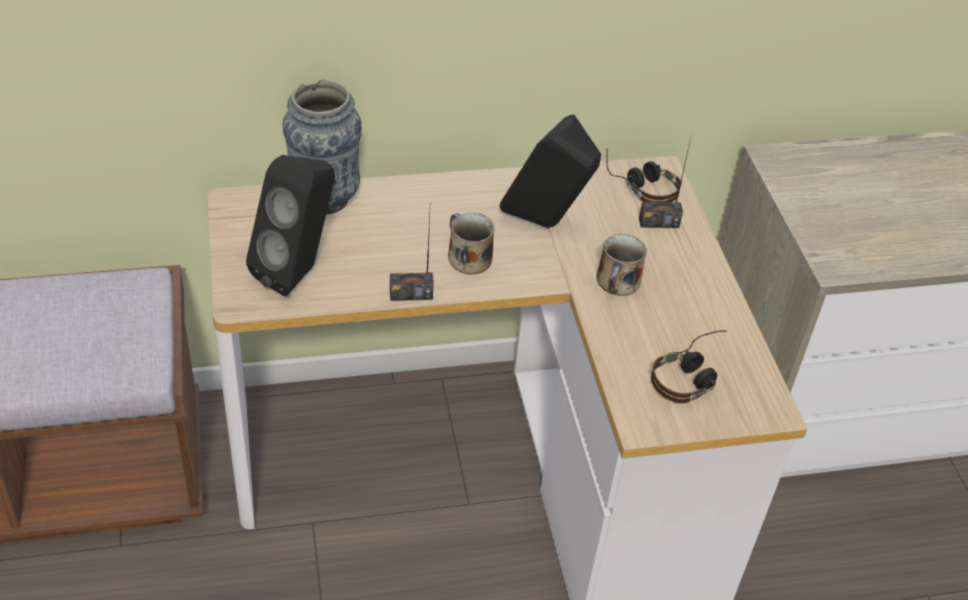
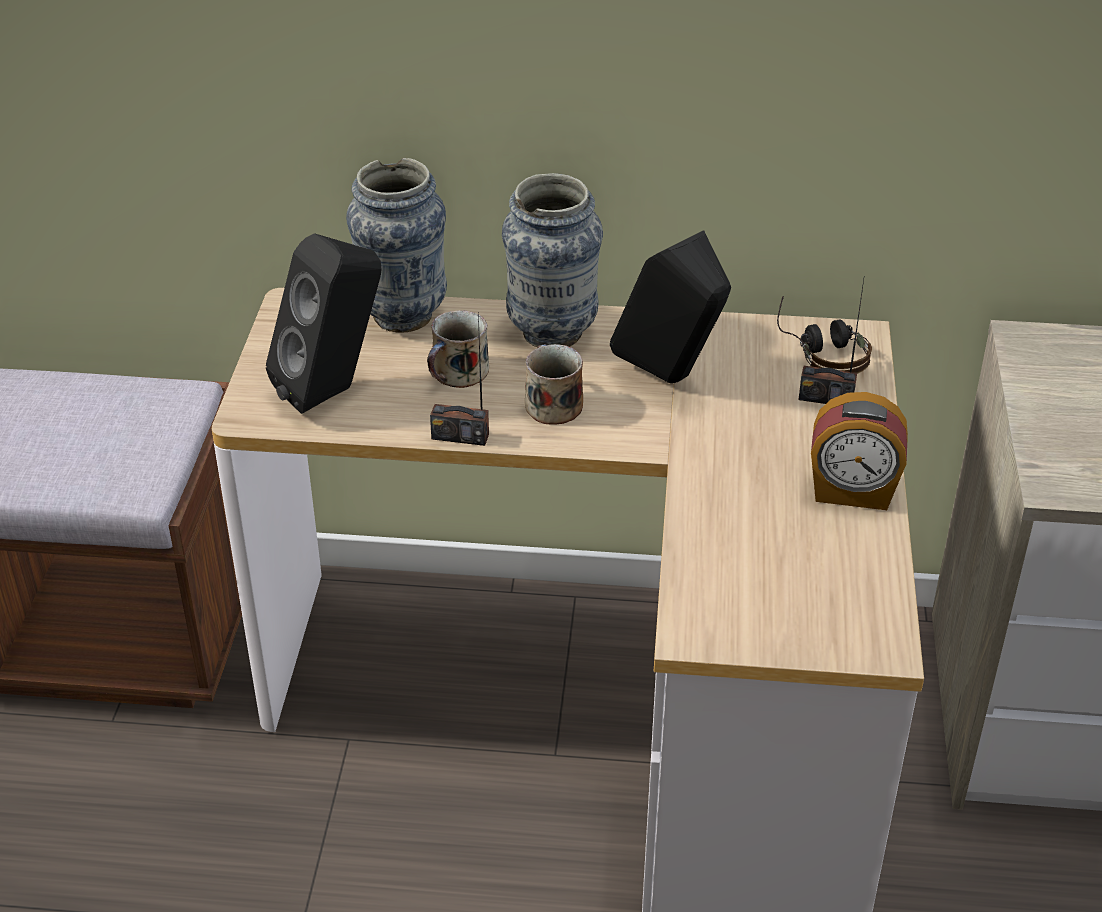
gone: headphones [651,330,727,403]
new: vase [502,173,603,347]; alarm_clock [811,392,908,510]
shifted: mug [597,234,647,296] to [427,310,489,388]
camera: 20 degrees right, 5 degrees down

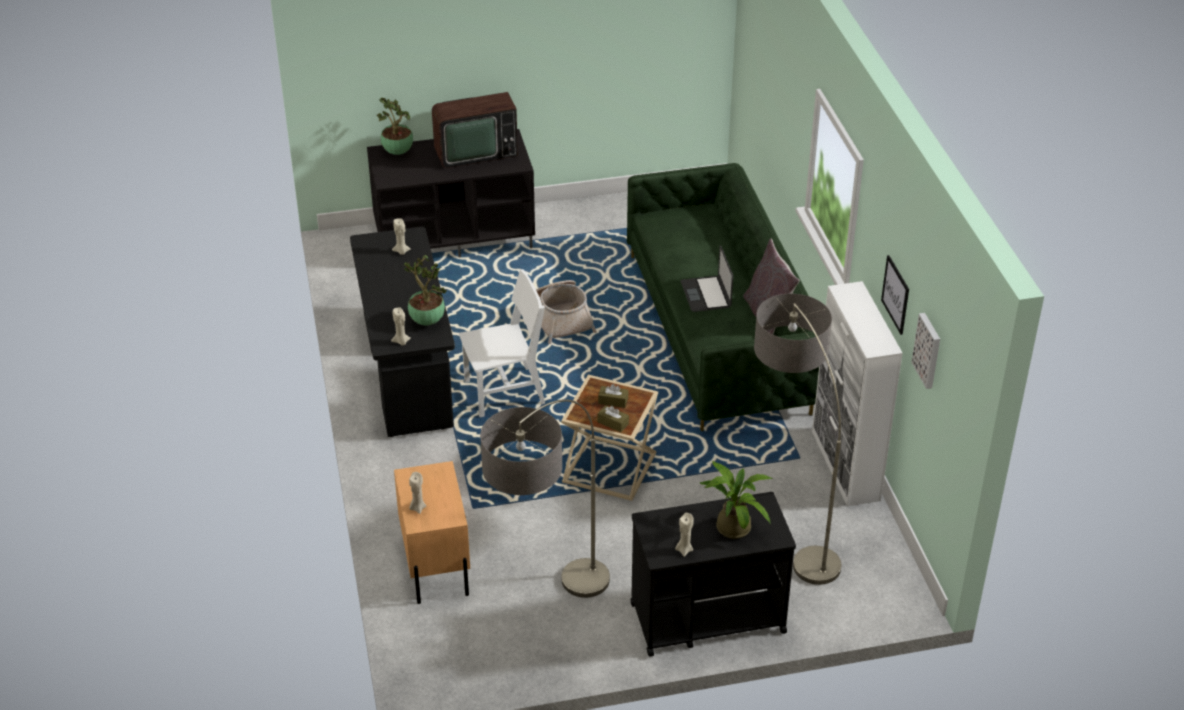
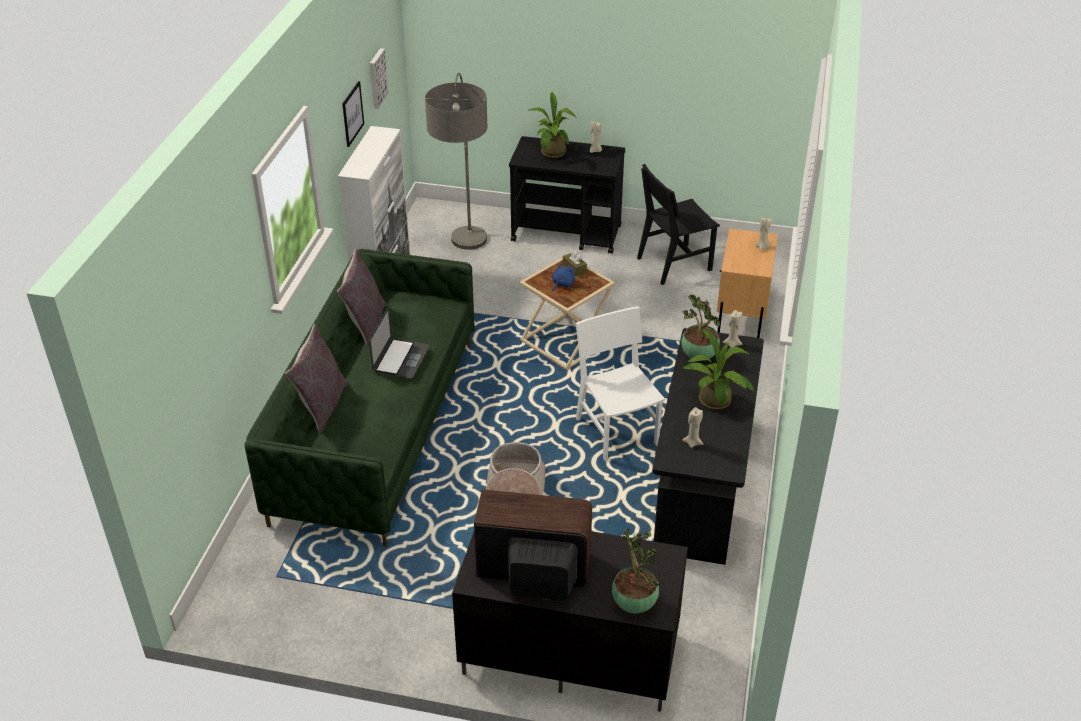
new: grey_pillow [285,324,348,434]; potted_plant [683,329,755,410]
swapped: brown_tissue_box [598,384,628,408] to blue_plush_toy [552,262,575,292]; floor_lamp [480,399,610,598] to black_chair [637,164,720,285]
rotated: white_chair [459,269,545,417] = [576,306,665,461] 60 degrees clockwise
camera: 155 degrees left, 0 degrees up

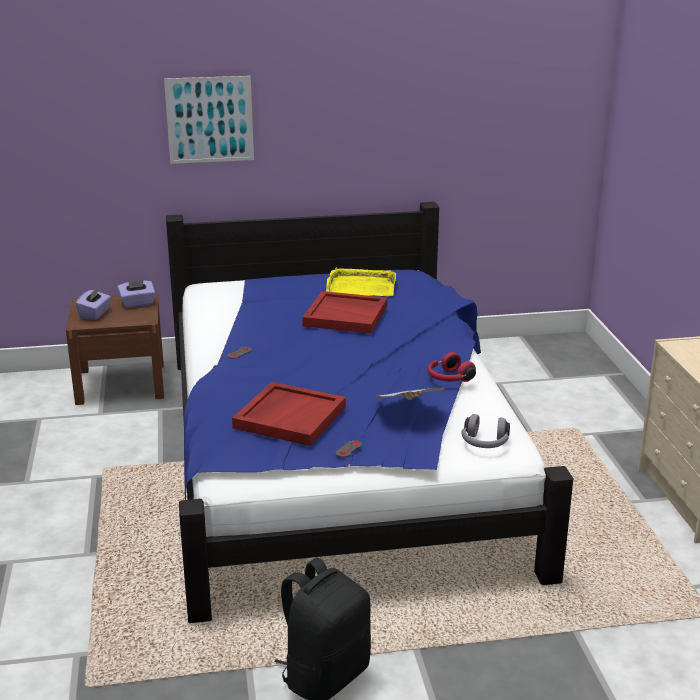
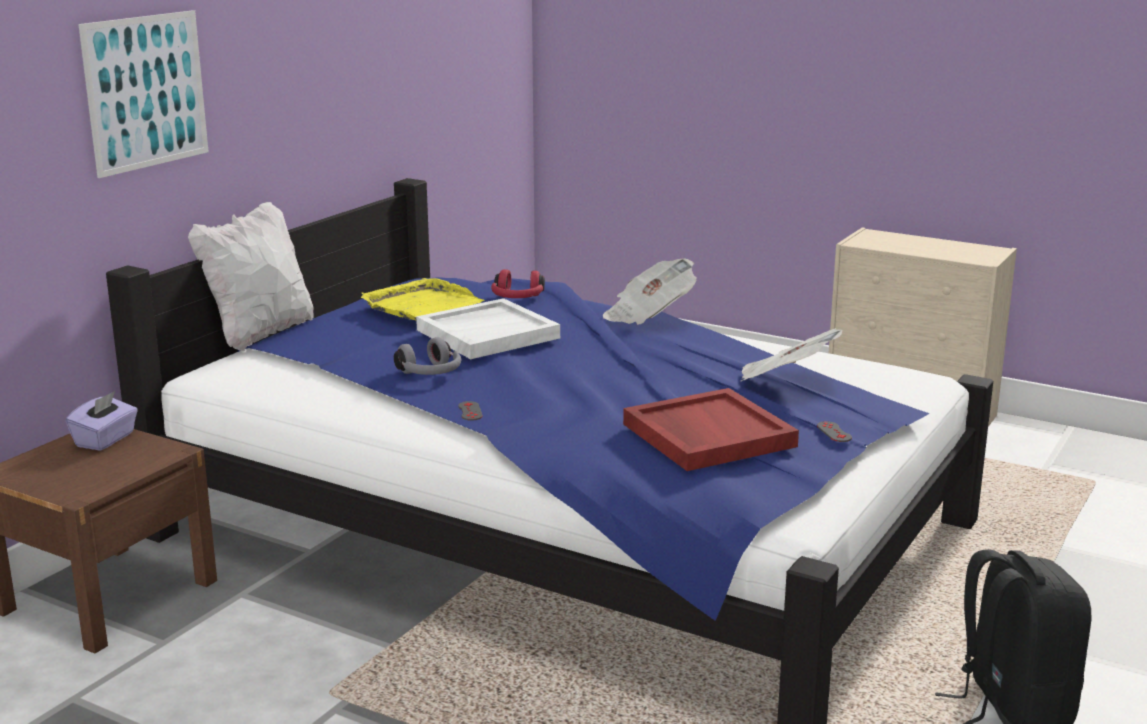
gone: purple_tissue_box [76,288,111,320]
new: white_pillow [188,202,314,352]; newspaper [603,259,696,325]
shifted: red_headphones [428,352,476,382] to [491,269,545,298]; grey_headphones [461,414,510,448] to [394,337,461,375]
repainted: red_tray [302,291,387,334] to white_tray [416,298,560,359]
camera: 50 degrees left, 5 degrees down

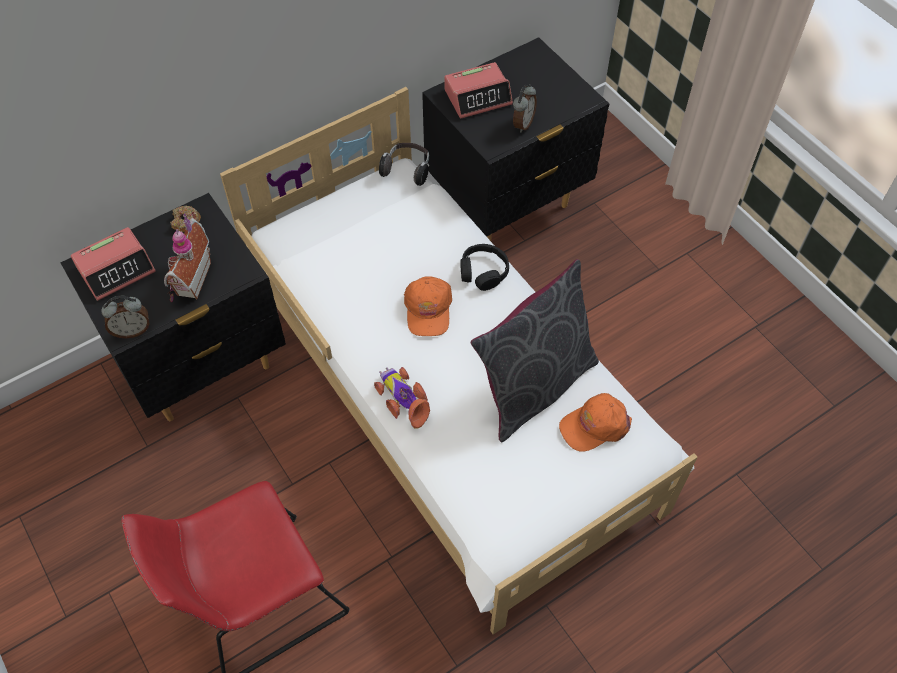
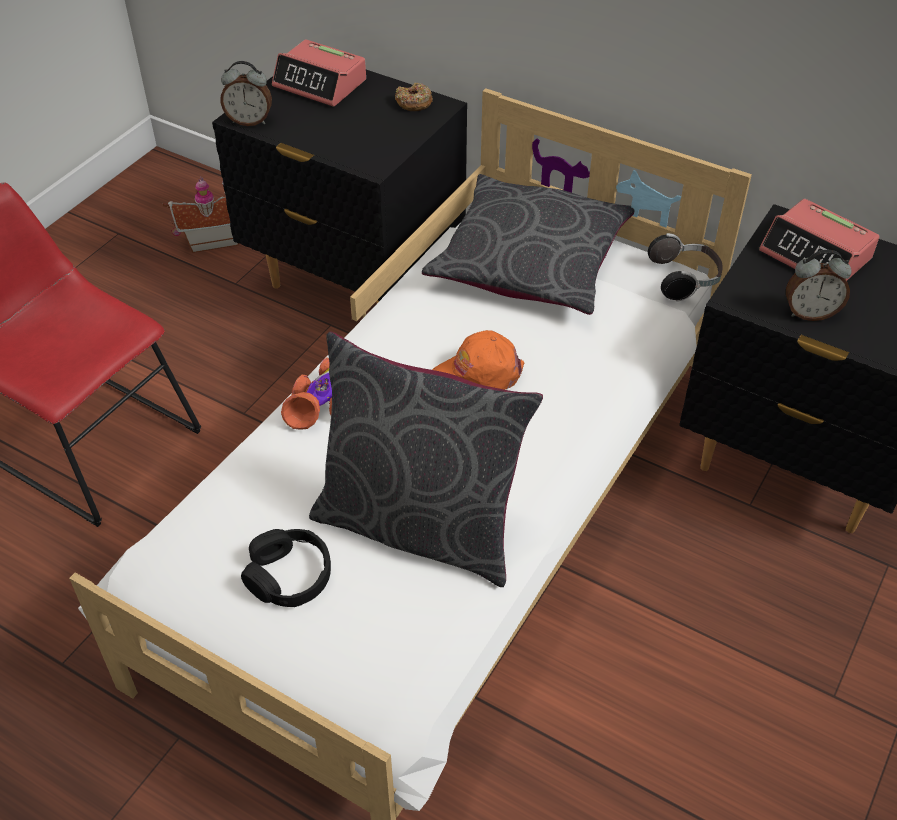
gone: orange_cap [559,393,632,452]
new: grey_pillow [422,174,634,315]
shifted: toy_house [164,212,211,302] to [163,176,239,253]; black_headphones [460,244,509,291] to [241,529,331,607]
rotated: alarm_clock [101,296,149,338] = [220,61,272,126] 45 degrees counterclockwise
camera: 65 degrees right, 10 degrees down

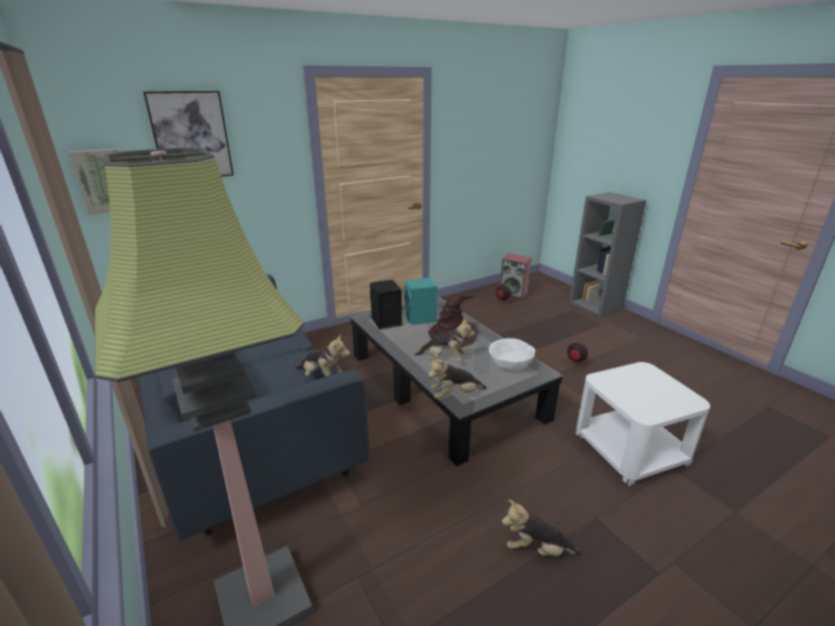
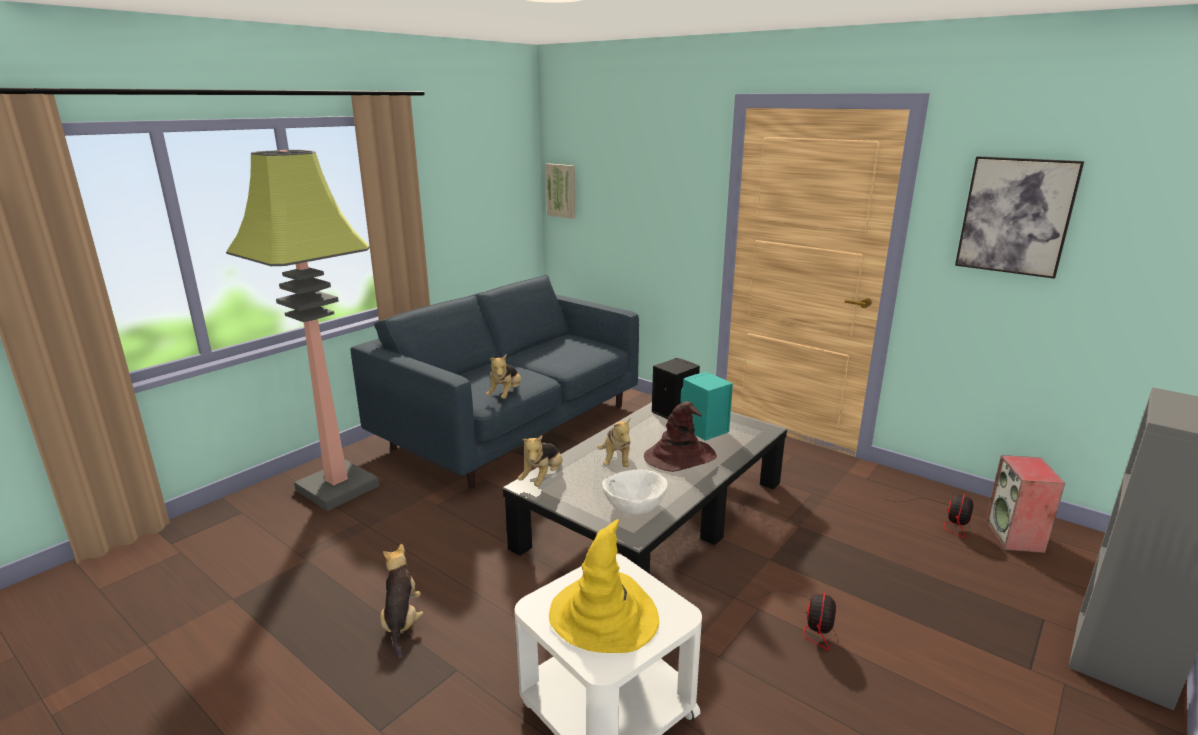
new: yellow_hat [549,519,659,653]
shifted: picture [143,91,234,177] to [955,156,1084,279]
rotated: plush_toy [428,357,487,399] = [518,435,563,486] 120 degrees counterclockwise
camera: 70 degrees right, 5 degrees down

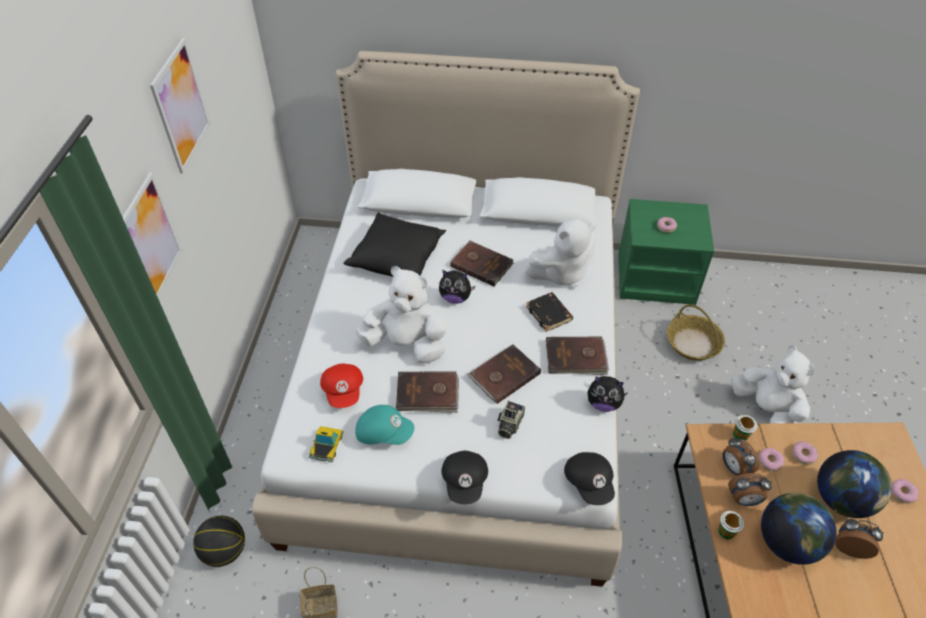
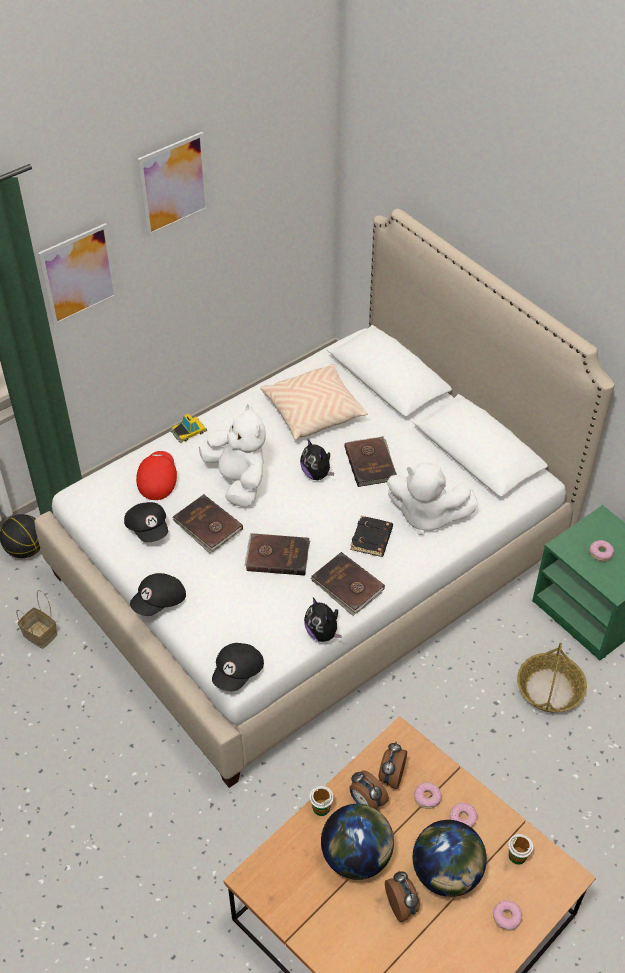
gone: white_plush_toy [731,345,815,423]; photo_camera [497,401,525,439]
shifted: cup [733,415,757,441] to [508,834,533,865]; toy_car [309,426,344,462] to [170,414,207,443]
repainted: black_pillow [343,213,446,277] to beige_pillow [260,364,368,440]; turquoise_cap [355,405,414,445] to black_cap [124,502,168,542]
rotated: red_cap [320,364,363,408] = [136,451,177,500] 150 degrees clockwise
camera: 45 degrees right, 0 degrees up

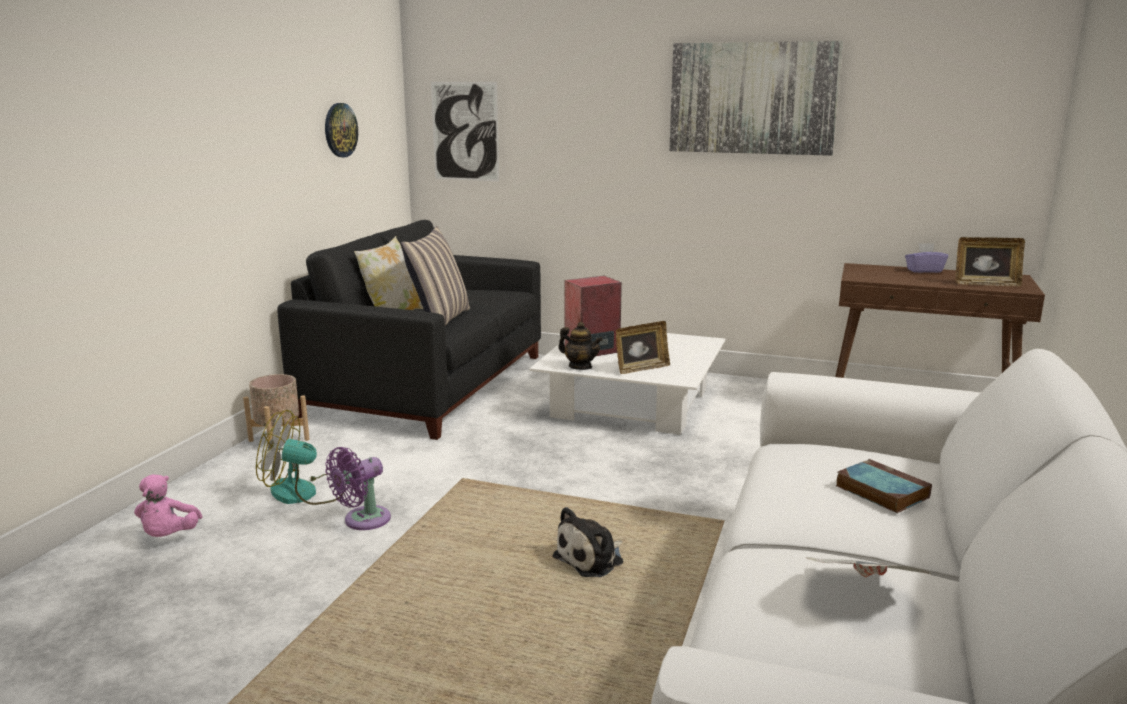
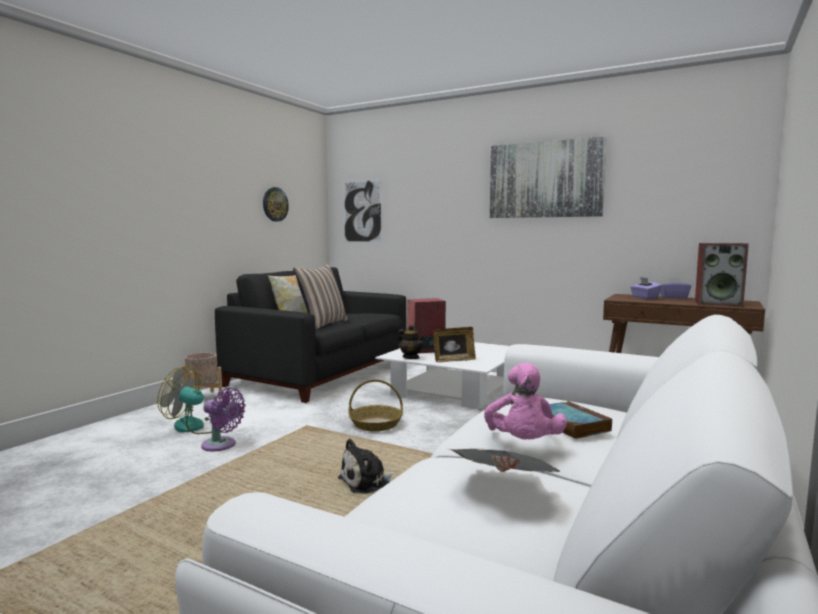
new: purple_tissue_box [630,277,662,299]; basket [349,379,403,431]
shifted: pink_plush_toy [134,474,203,537] to [484,363,567,440]
swapped: picture_frame [956,237,1025,286] to speaker [695,243,749,307]
rotated: purple_fan [325,447,391,530] = [201,388,246,451] 120 degrees counterclockwise
camera: 10 degrees right, 10 degrees down

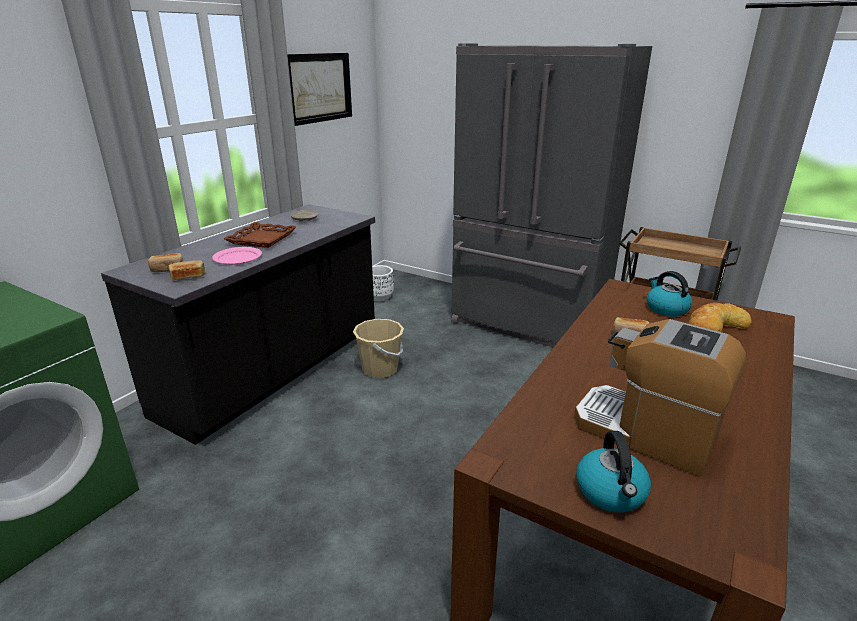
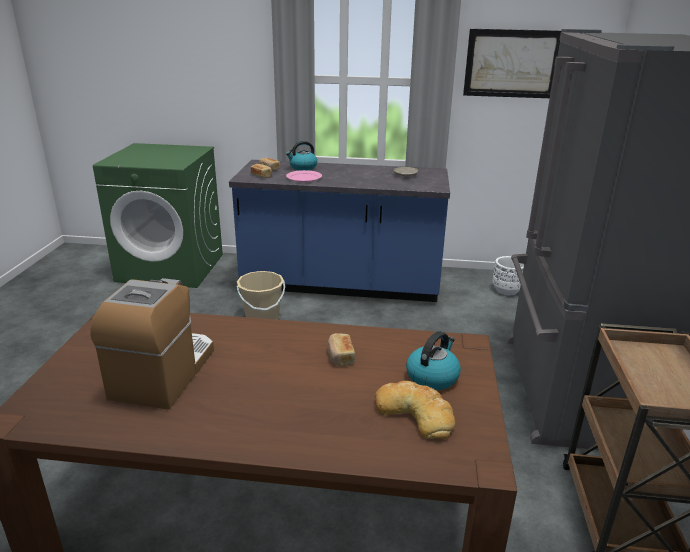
gone: brown_tray [224,222,297,248]
shifted: beige_bucket [353,319,404,378] to [237,271,285,320]; kettle [576,431,651,513] to [286,141,317,170]
repainted: black_counter [101,204,375,445] to blue_counter [229,160,450,302]
camera: 65 degrees right, 0 degrees up

